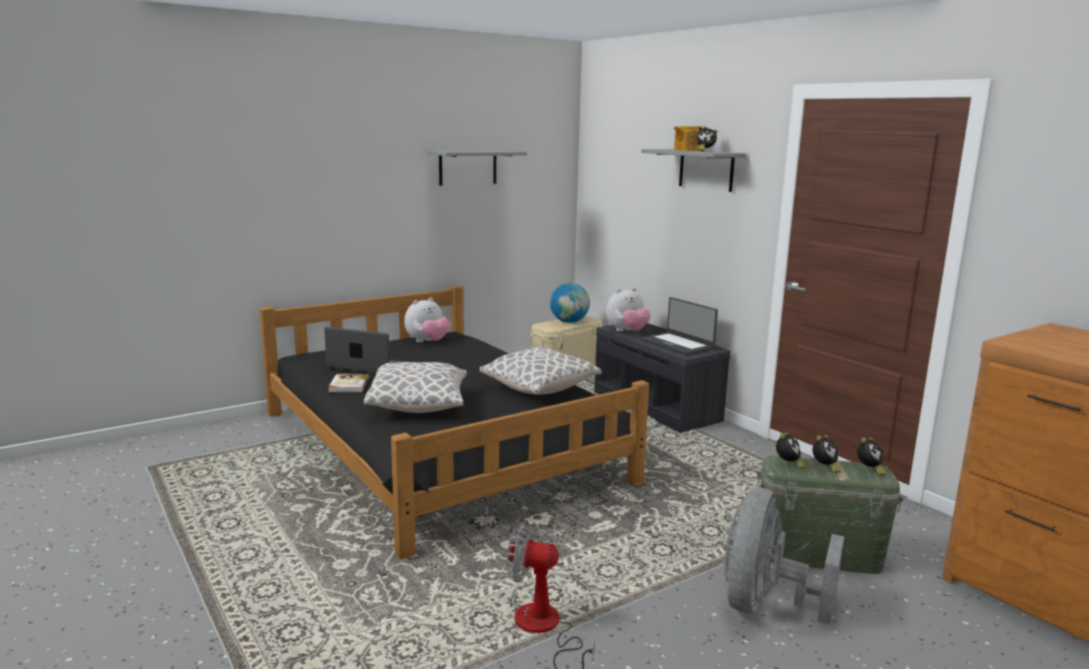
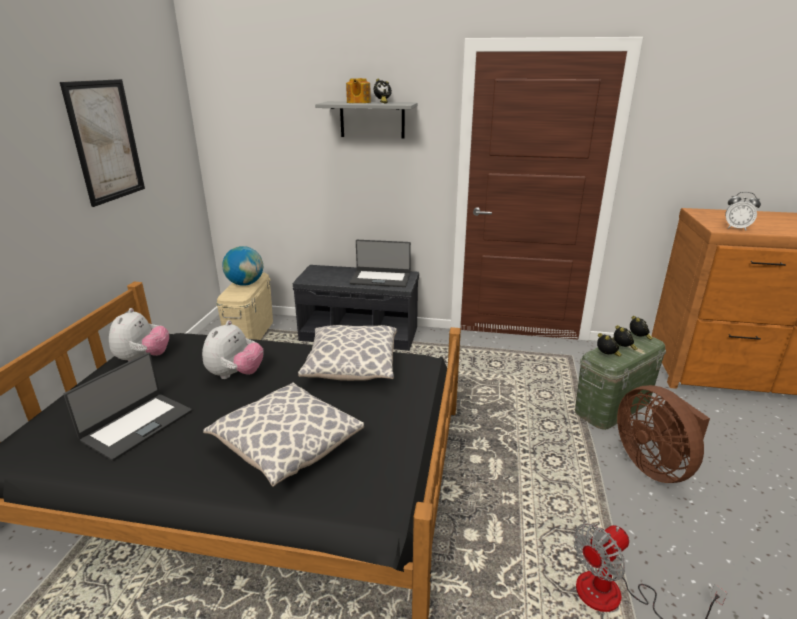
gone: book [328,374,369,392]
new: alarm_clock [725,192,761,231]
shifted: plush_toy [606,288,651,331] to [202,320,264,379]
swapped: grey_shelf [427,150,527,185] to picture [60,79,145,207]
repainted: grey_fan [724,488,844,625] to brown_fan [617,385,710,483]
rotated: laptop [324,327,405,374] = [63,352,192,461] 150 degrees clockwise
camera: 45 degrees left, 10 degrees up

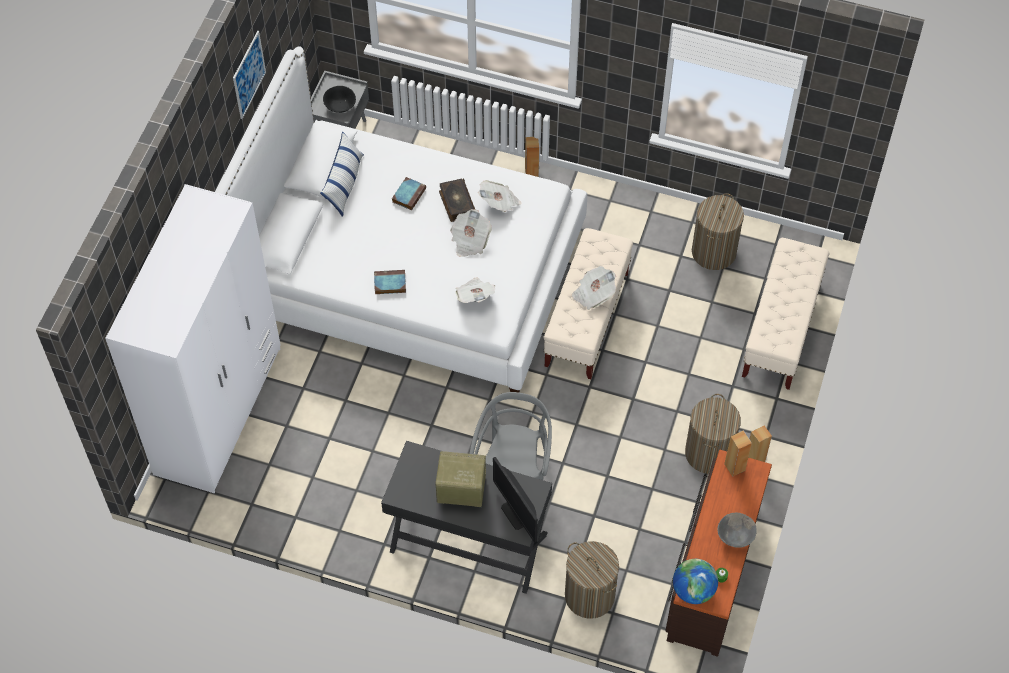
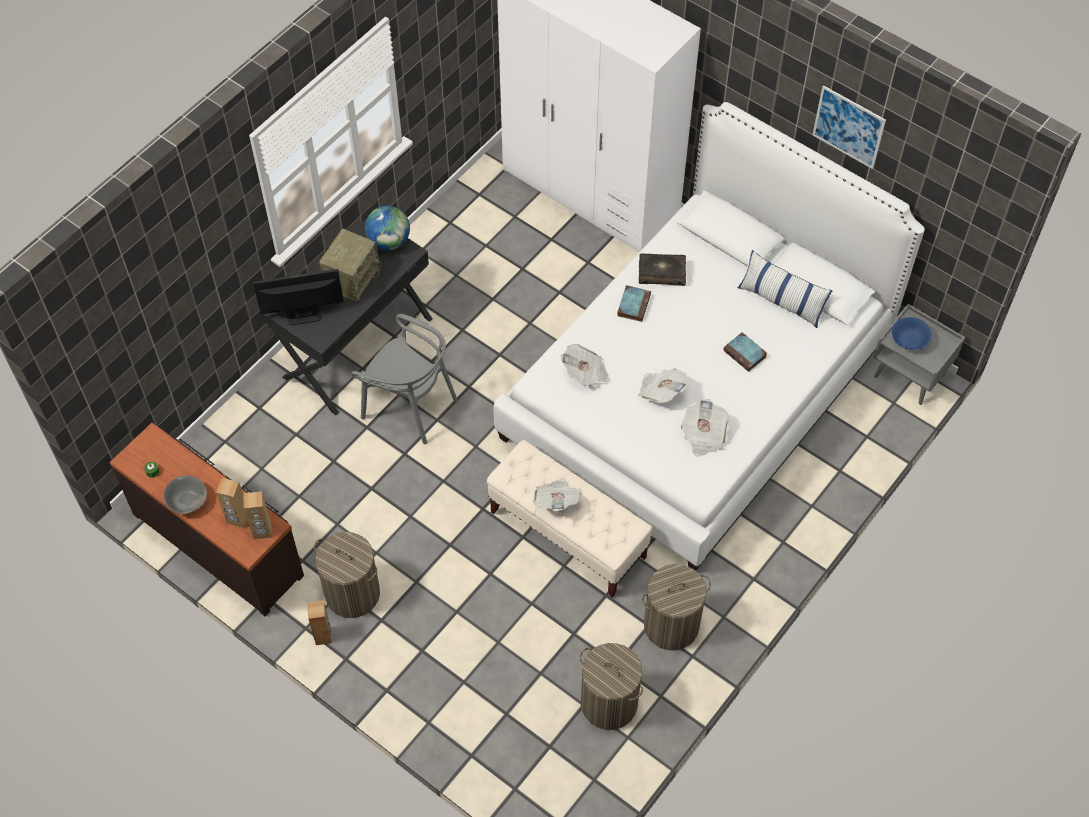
gone: beige_bench [742,238,830,390]
shifted: brown_speaker [525,137,539,177] to [216,478,247,528]; book [439,179,476,222] to [639,253,686,286]; laundry_basket [565,541,619,619] to [642,564,711,650]; globe [673,559,718,604] to [365,205,410,250]
repainted: black_bowl [323,86,356,113] to blue_bowl [892,317,932,350]
camera: 110 degrees right, 0 degrees up

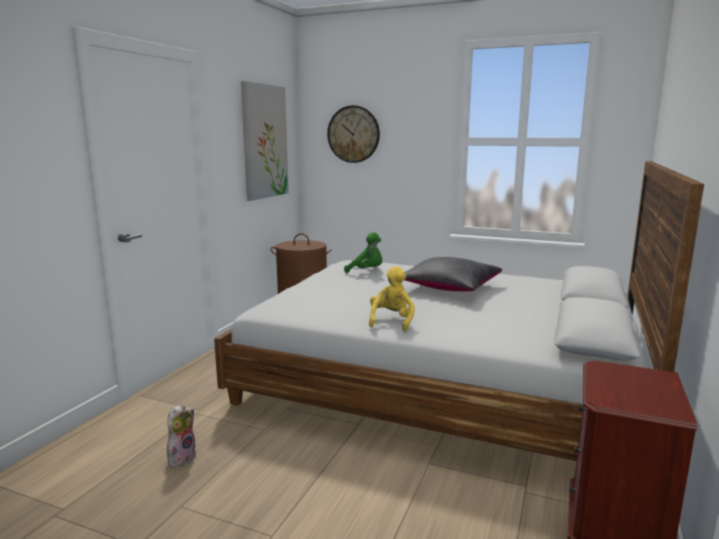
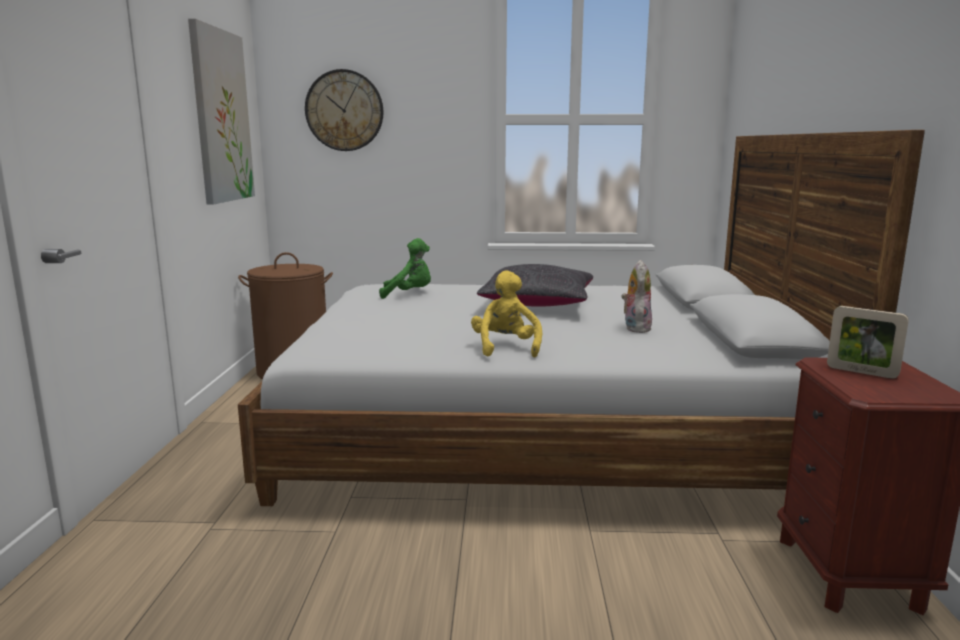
new: picture_frame [827,306,909,379]
shifted: plush_toy [167,404,196,468] to [622,260,652,333]
camera: 20 degrees left, 0 degrees up

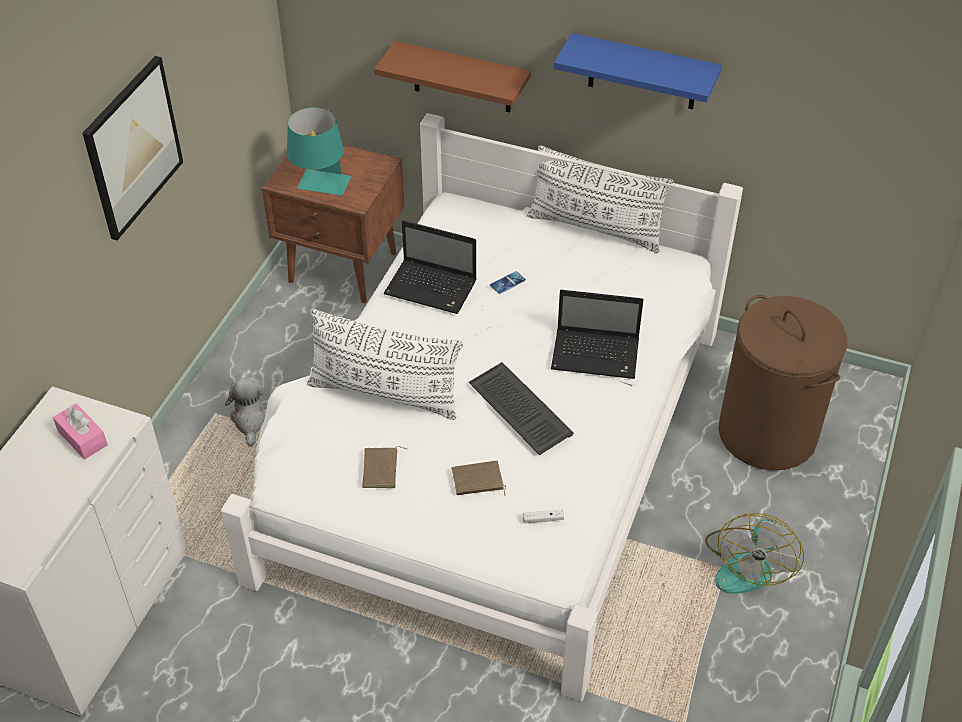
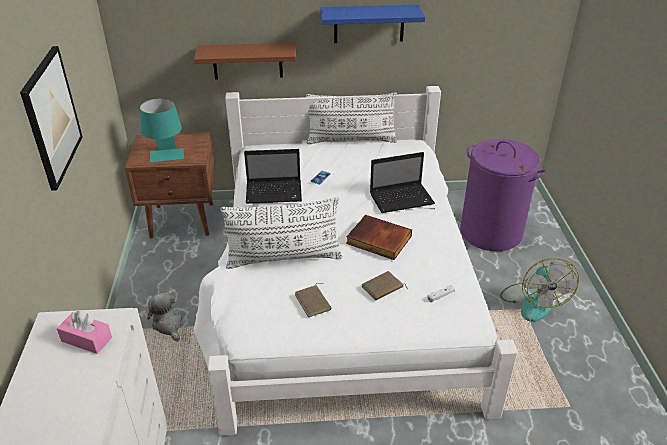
swapped: keyboard [469,362,574,455] to book [346,215,412,260]
repainted: brown_laundry_basket [718,295,847,471] to purple_laundry_basket [460,139,546,251]
camera: 25 degrees left, 10 degrees down

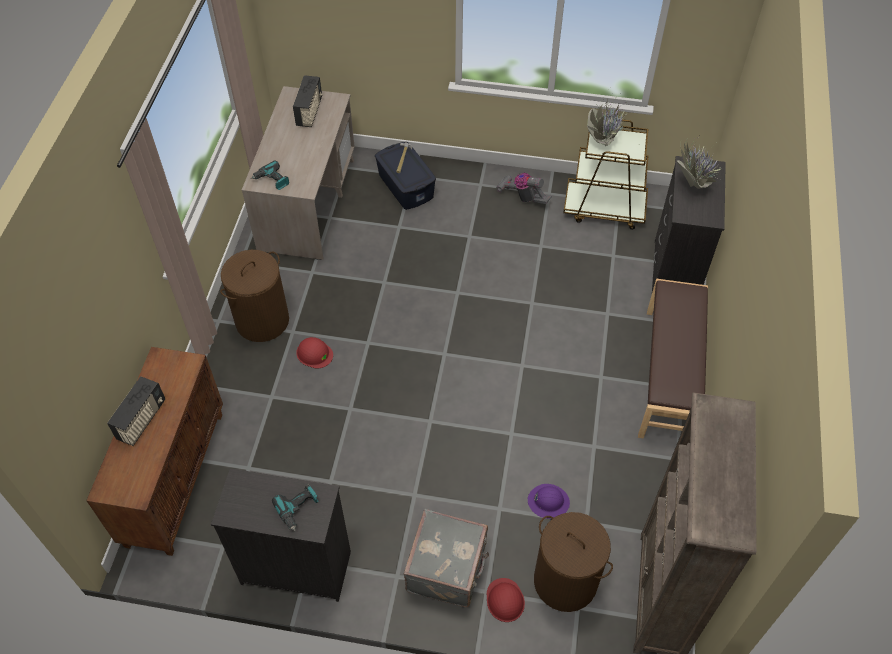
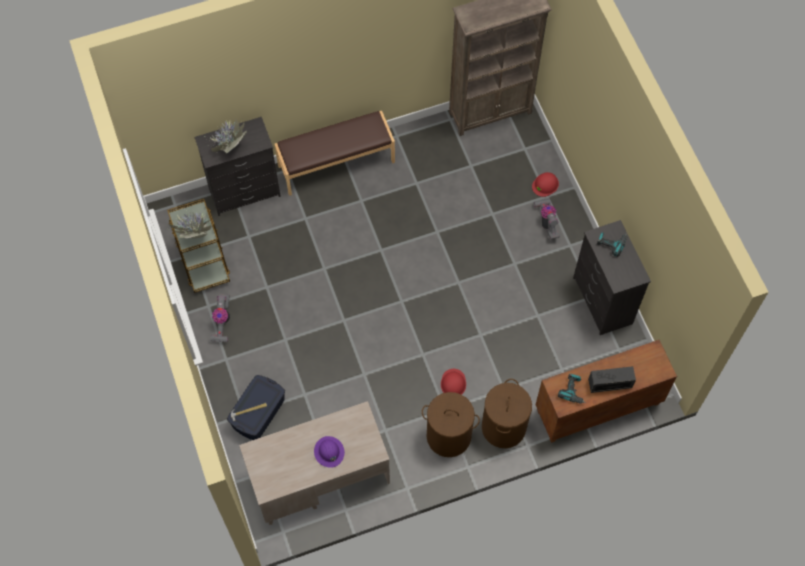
gone: radio [293,75,323,127]
shifted: power_drill [251,161,289,190] to [558,374,585,404]; purple_hard_hat [528,484,570,519] to [314,436,345,468]; brown_laundry_basket [534,512,613,612] to [482,379,532,448]
swapped: grey_suitcase [404,509,489,607] to vacuum_cleaner [534,198,560,239]
camera: 120 degrees left, 10 degrees up

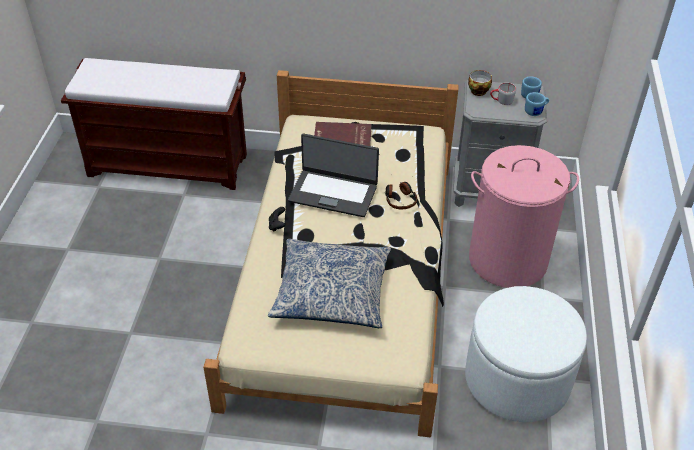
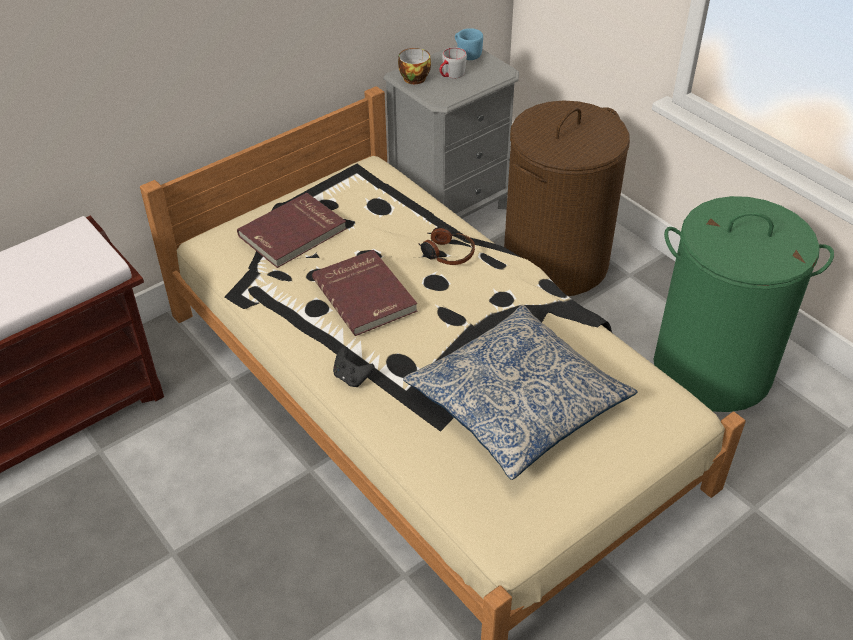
gone: blue_mug [525,92,549,116]
swapped: laptop [288,134,379,217] to red_book [312,250,417,336]; white_ottoman [465,286,587,422] to green_laundry_basket [654,196,834,412]
repainted: pink_laundry_basket [469,145,579,288] to brown_laundry_basket [504,101,630,296]
camera: 45 degrees left, 0 degrees up

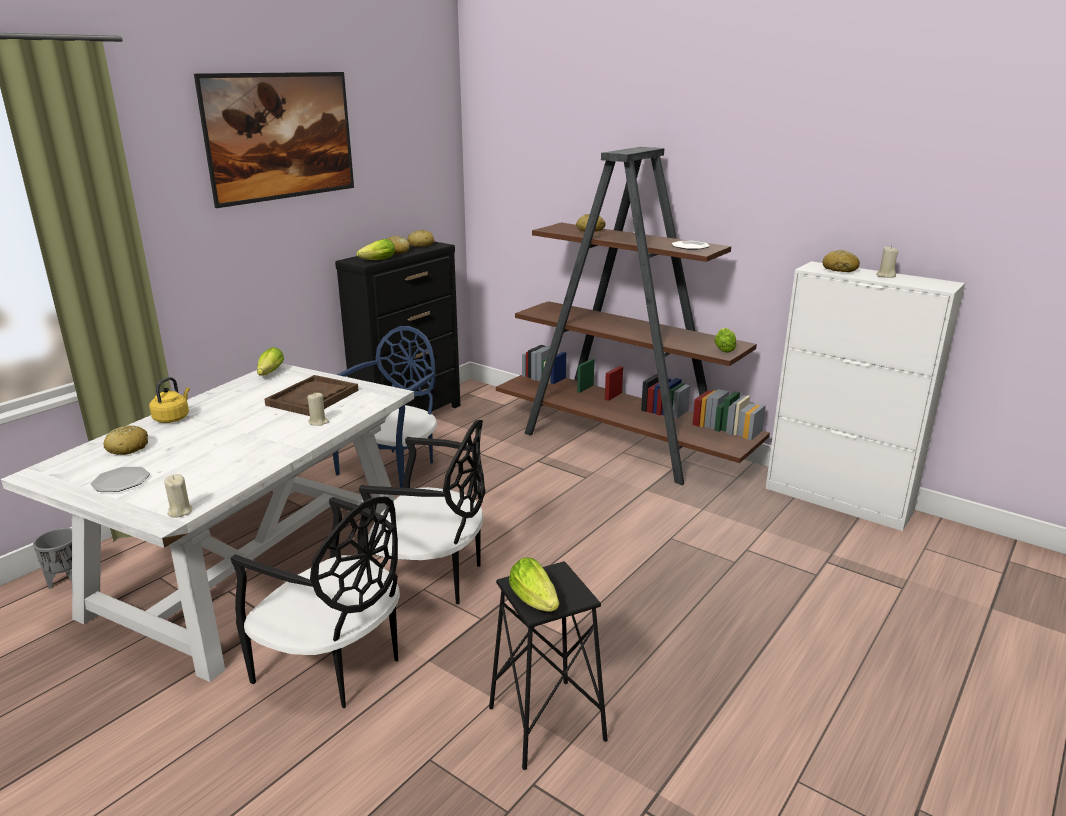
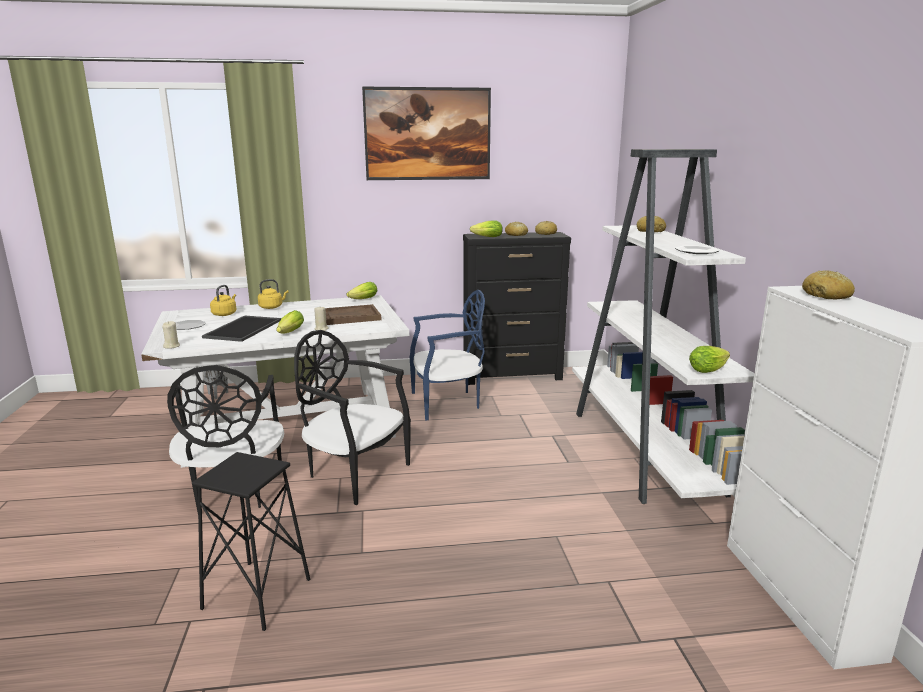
gone: beige_candle [876,246,898,278]
new: tray [202,316,281,342]
shifted: lettuce [509,558,559,612] to [276,310,304,334]
swapped: bread [104,425,148,455] to yellow_kettle [210,285,236,316]
repainted: brown_bookcase [496,147,770,485] to white_bookcase [572,149,754,504]
rotated: black_chair [357,420,485,604] = [294,330,411,505] 150 degrees clockwise
camera: 45 degrees right, 5 degrees down

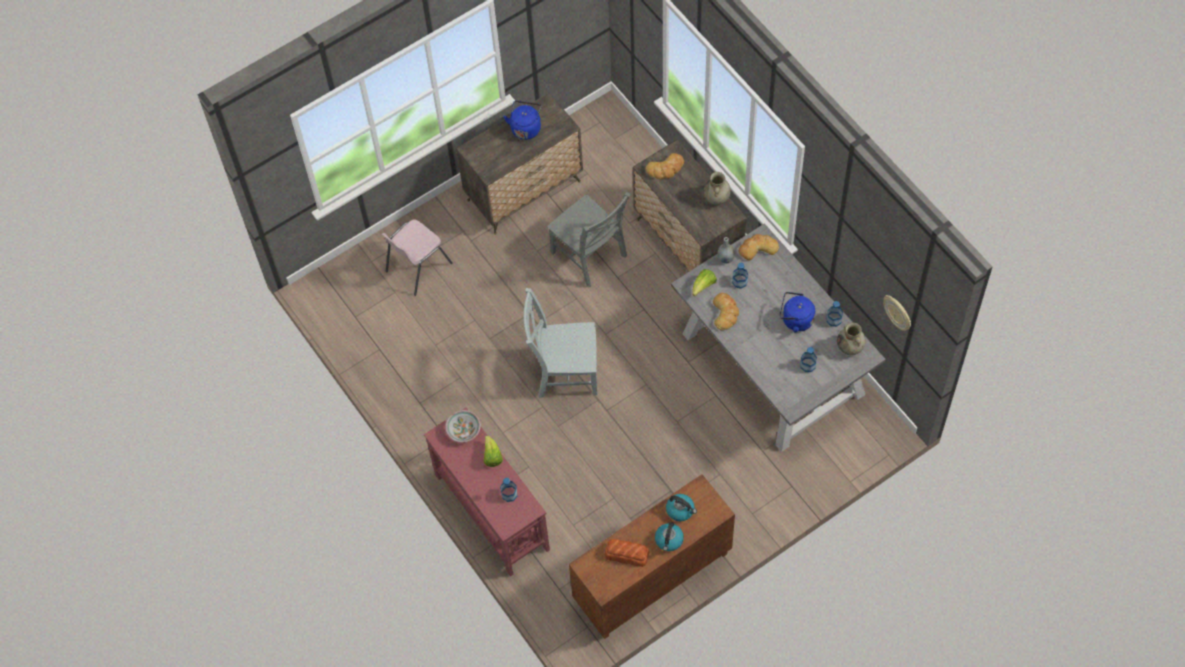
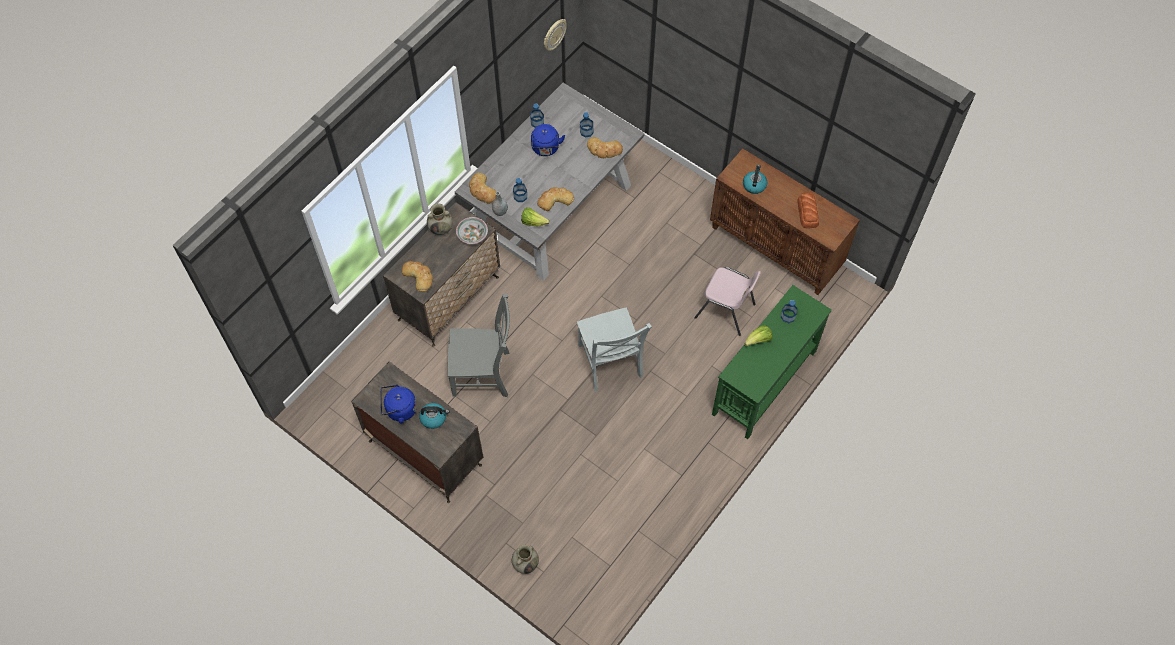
new: bread [587,137,623,158]
shifted: pink_chair [382,219,453,296] to [694,267,761,336]; beige_vase [837,323,866,355] to [512,545,539,574]; bowl [445,410,481,443] to [456,217,488,244]; kettle [655,522,684,551] to [419,403,449,429]
repainted: red_console_table [424,407,550,577] to green_console_table [712,285,832,439]
rotated: grey_chair [547,192,631,288] = [447,294,510,397] 60 degrees clockwise
camera: 110 degrees left, 0 degrees up

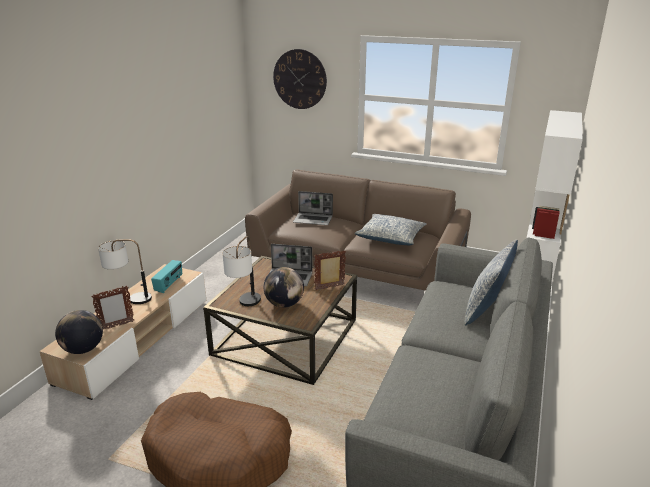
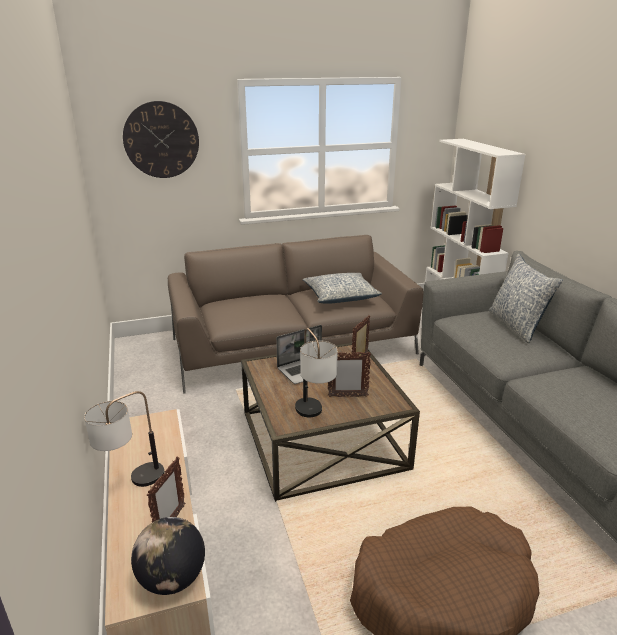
gone: laptop [293,191,333,225]; radio [151,260,182,293]
swapped: globe [264,267,304,308] to picture_frame [328,352,371,397]
camera: 40 degrees left, 0 degrees up

